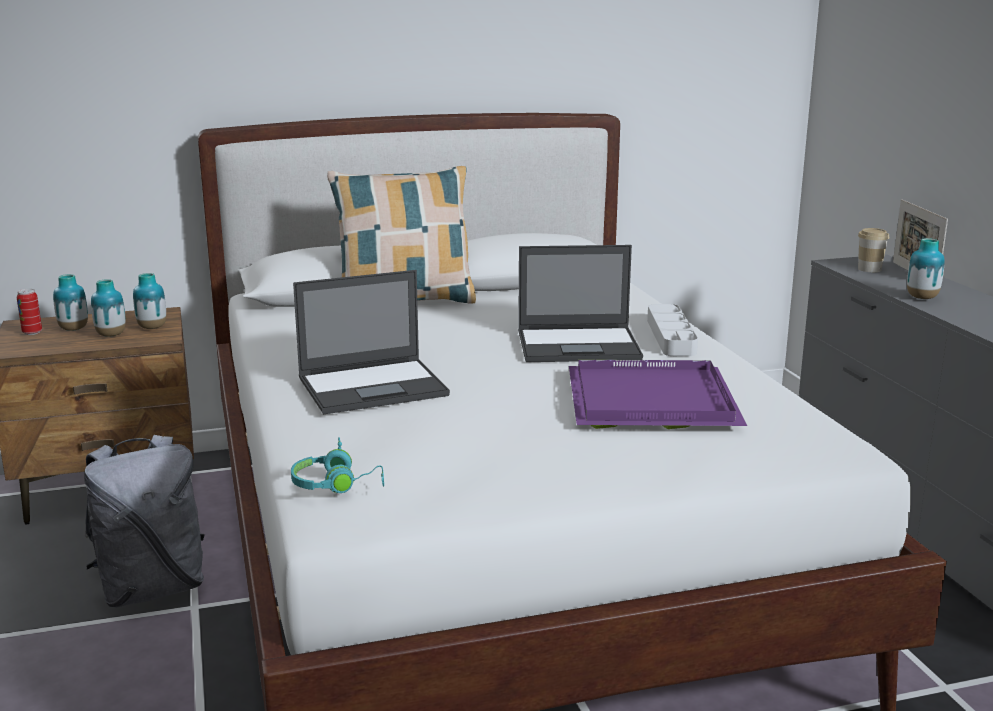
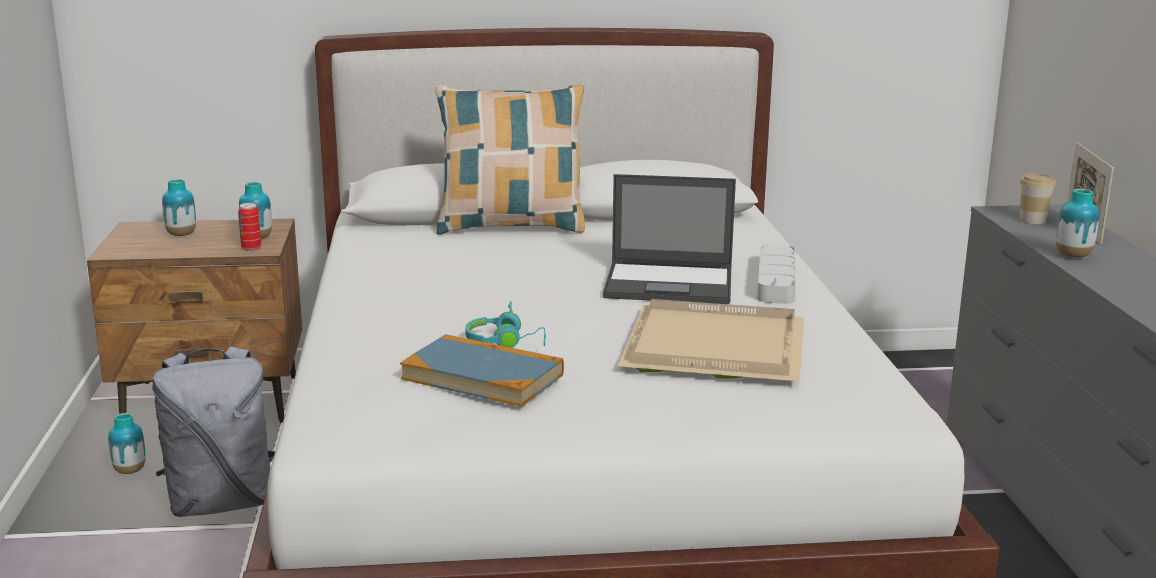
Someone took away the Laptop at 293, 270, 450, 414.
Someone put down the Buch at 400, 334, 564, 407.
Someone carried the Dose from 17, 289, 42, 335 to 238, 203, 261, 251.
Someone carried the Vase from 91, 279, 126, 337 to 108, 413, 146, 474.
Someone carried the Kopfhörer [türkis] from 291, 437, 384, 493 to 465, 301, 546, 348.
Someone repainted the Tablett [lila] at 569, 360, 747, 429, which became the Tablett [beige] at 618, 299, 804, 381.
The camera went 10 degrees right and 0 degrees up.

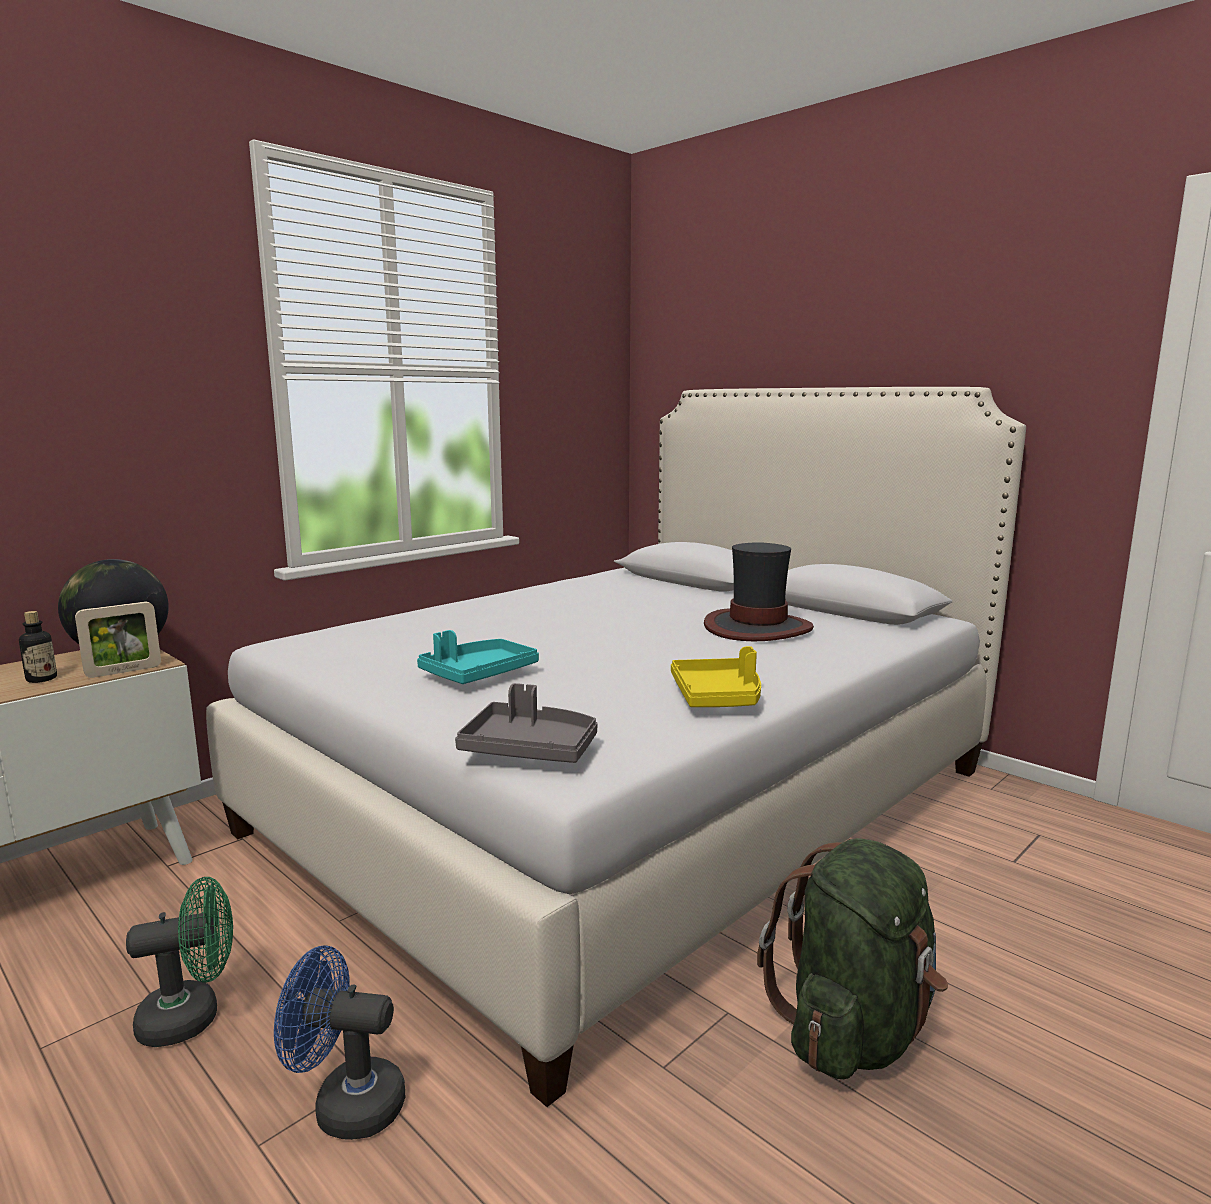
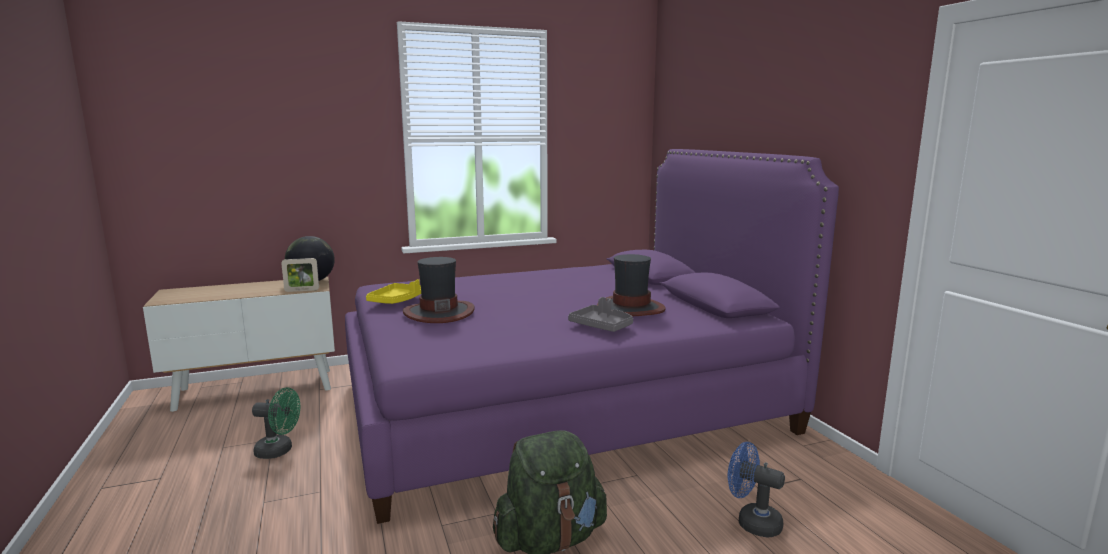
Someone took away the Flasche at 19, 611, 57, 683.
Someone carried the Ventilator [blau] from 274, 945, 405, 1140 to 728, 442, 785, 538.
Someone carried the Tablett [grau] from 455, 683, 598, 763 to 568, 297, 633, 332.
Someone carried the Tablett [gelb] from 671, 646, 761, 707 to 366, 279, 421, 304.
Someone swapped the Tablett [türkis] at 417, 630, 539, 684 for the Hut at 403, 257, 475, 323.
Someone repainted the Bett [weiß] at 206, 387, 1026, 1107, which became the Bett [lila] at 345, 149, 839, 524.
The camera went 25 degrees right and 0 degrees up.

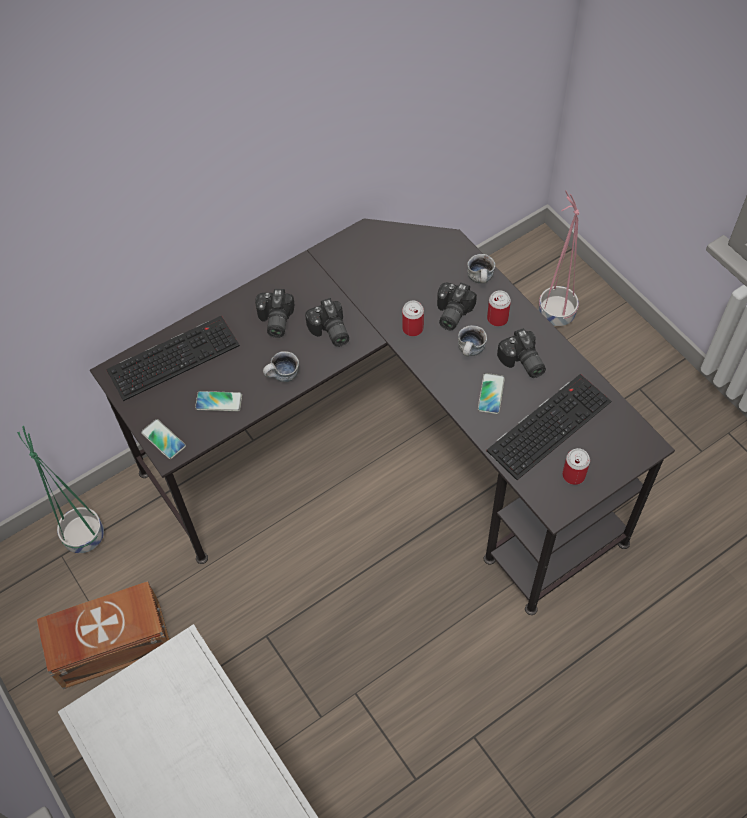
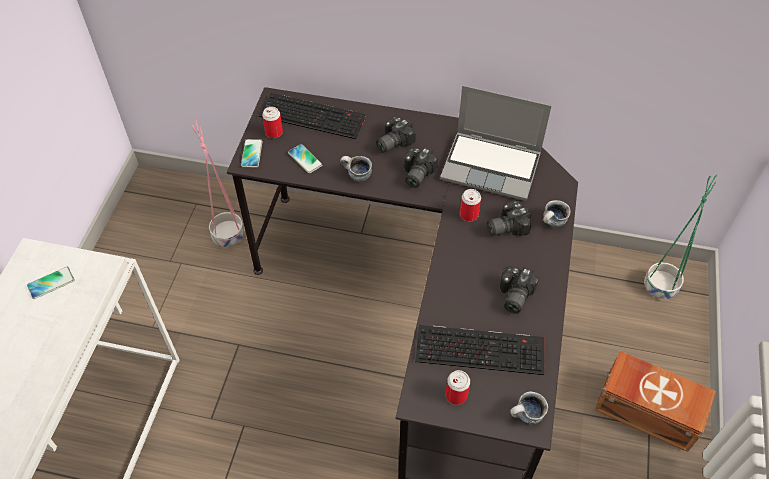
Someone put down the Laptop at 440, 85, 552, 201.
Someone carried the Pflanzkübel [grün] from 17, 426, 104, 553 to 644, 174, 717, 299.
Someone carried the Aufbewahrungsbox [braun] from 37, 581, 169, 689 to 595, 351, 716, 452.
Someone carried the Henkelbecher from 458, 325, 487, 356 to 510, 391, 548, 424.
Someone carried the Handy from 478, 373, 505, 414 to 27, 267, 74, 299.
Someone carried the Dose from 487, 290, 511, 326 to 262, 107, 283, 138.
Someone carried the Pflanzkübel [rosa] from 538, 190, 579, 326 to 192, 120, 244, 247.
The camera went 45 degrees right and 5 degrees down.

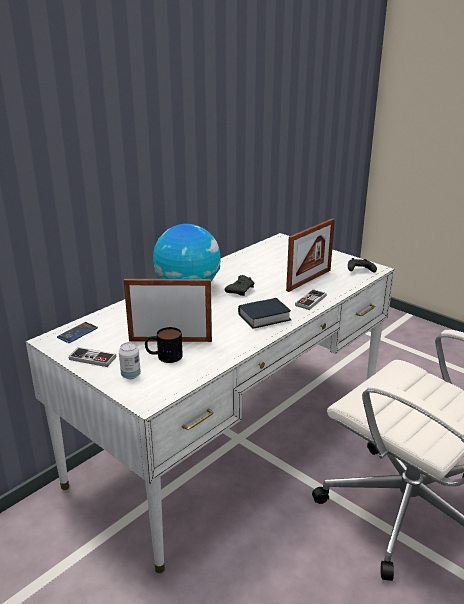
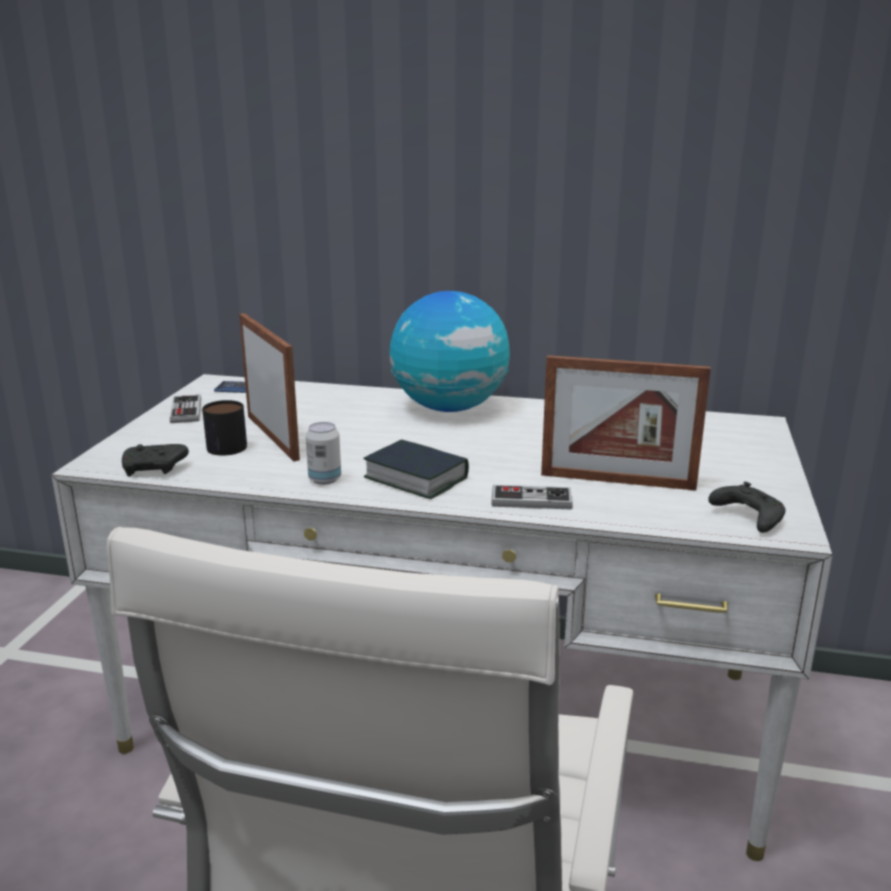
Someone carried the Dose from 119, 342, 141, 379 to 306, 422, 341, 485.
Someone carried the Gamepad [schwarz] from 225, 275, 254, 296 to 122, 444, 189, 476.
The camera went 60 degrees right and 5 degrees down.

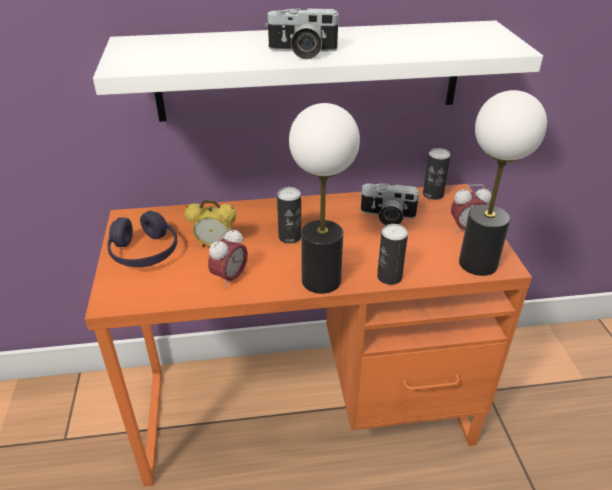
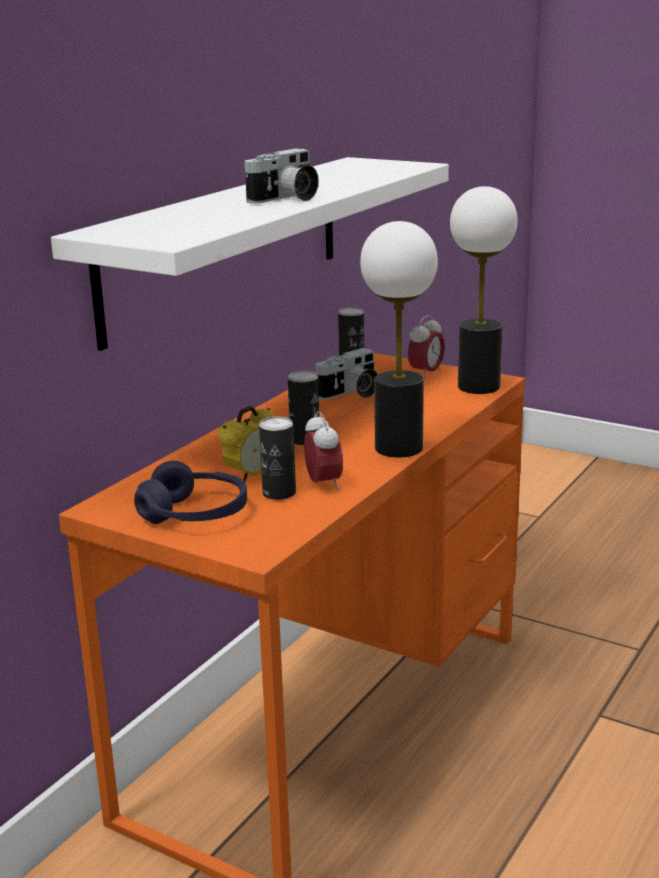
Someone carried the Dose from 377, 224, 408, 285 to 259, 416, 296, 500.
The camera went 50 degrees left and 15 degrees down.

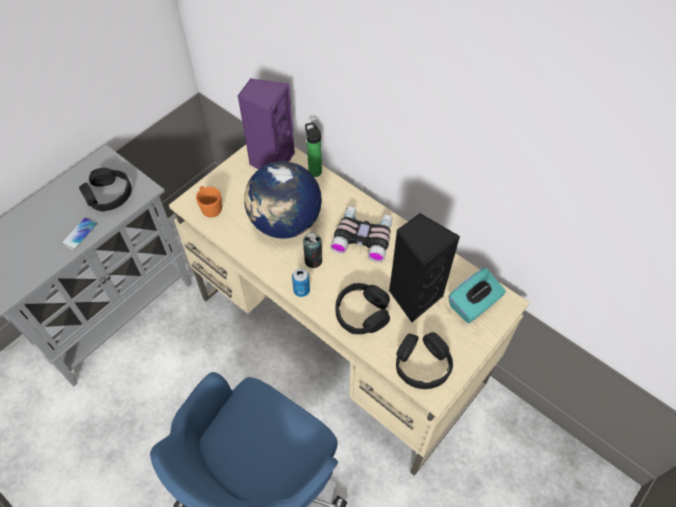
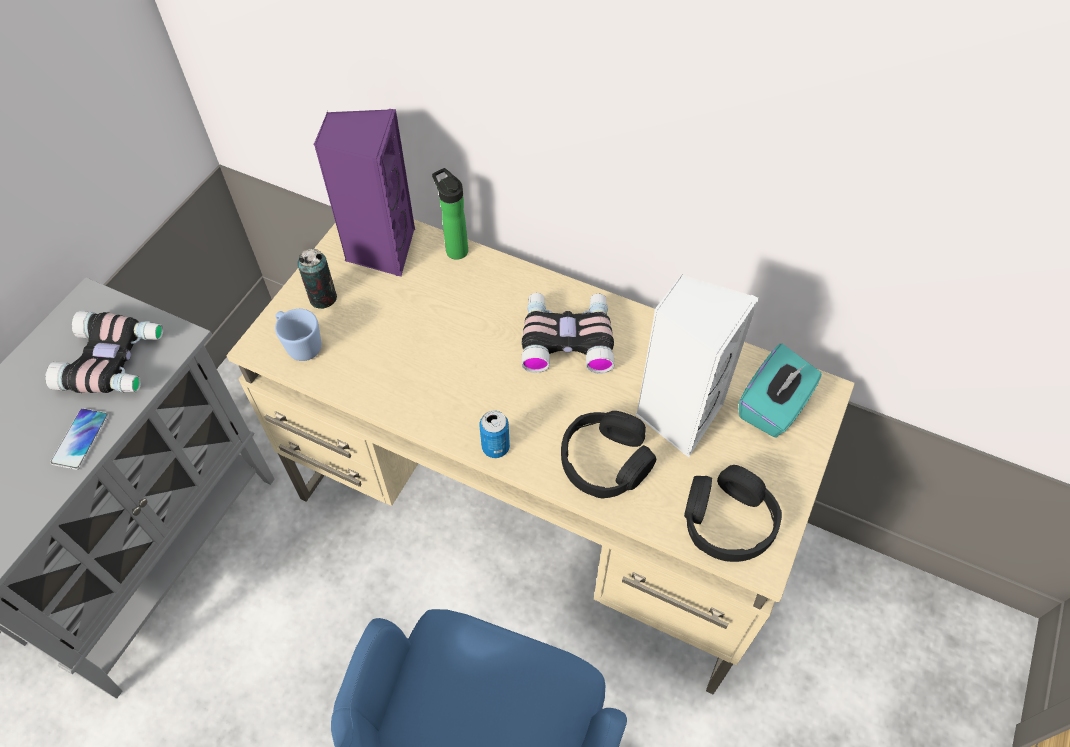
Someone took away the Globus at 244, 161, 322, 239.
Someone carried the Dose from 303, 232, 322, 268 to 297, 249, 337, 309.
Someone swapped the Kopfhörer [schwarz] at 79, 168, 132, 211 for the Fernglas at 45, 310, 163, 393.
Someone repainted the Henkelbecher [orange] at 196, 186, 222, 217, which became the Henkelbecher [blau] at 275, 309, 321, 361.
Someone repainted the Lautsprecher [schwarz] at 389, 213, 460, 322, which became the Lautsprecher [weiß] at 635, 274, 759, 457.
The camera went 15 degrees left and 0 degrees up.

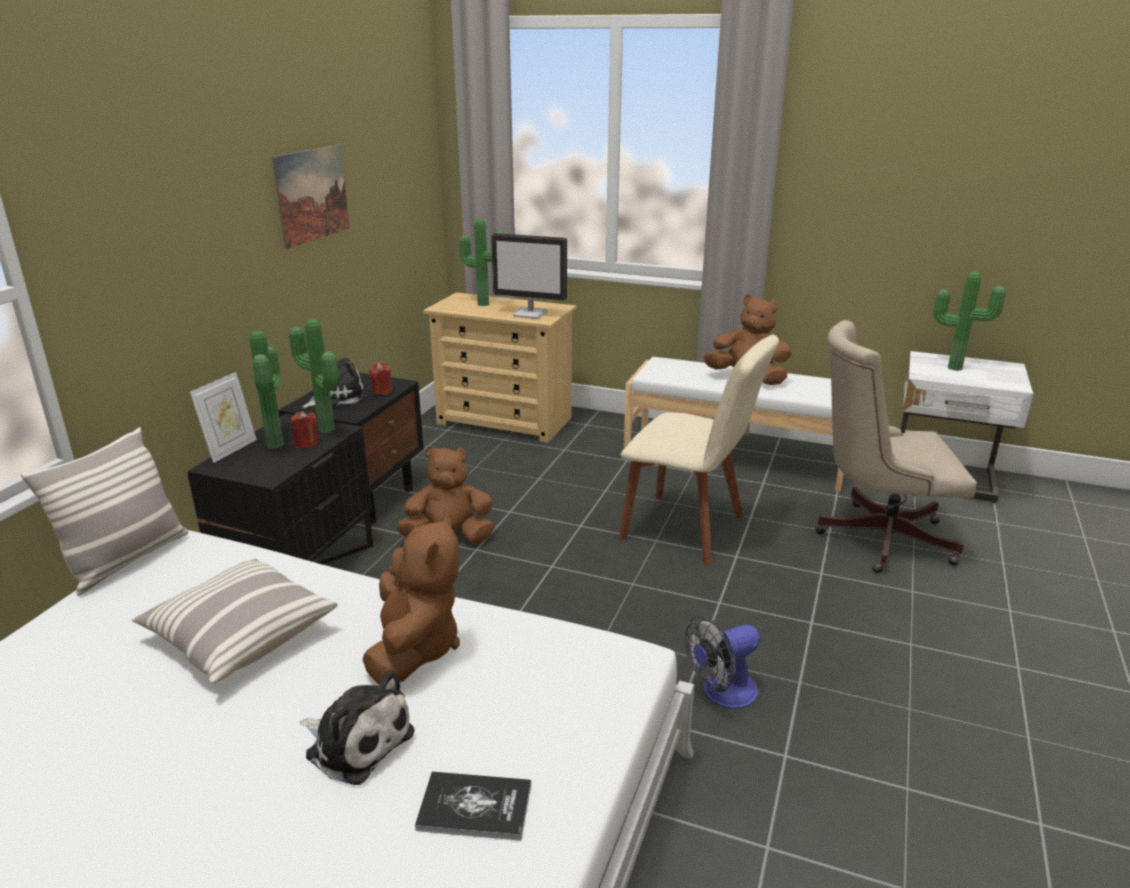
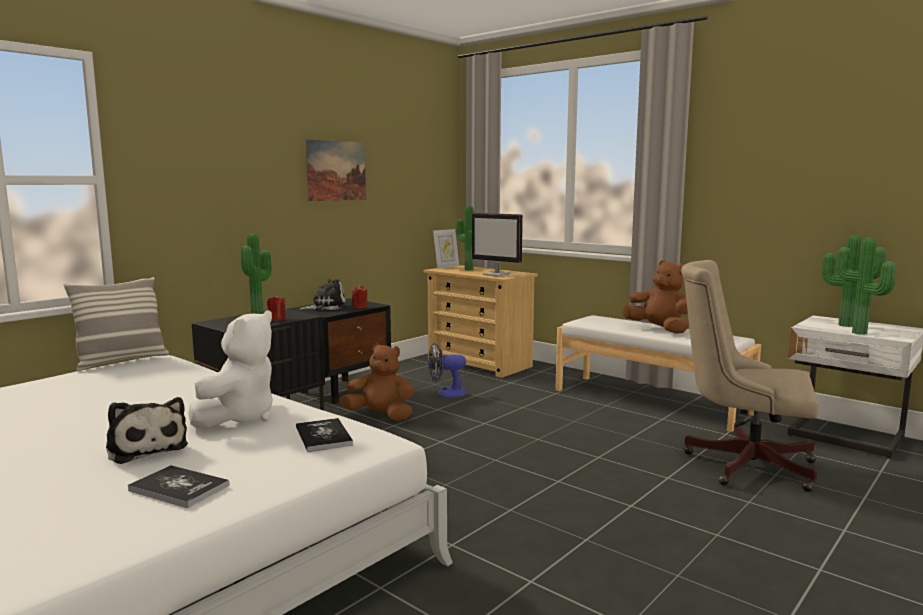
Someone took away the Kissen at 132, 558, 337, 684.
Someone took away the Stuhl [beige] at 619, 335, 779, 565.
Someone put down the Buch at 296, 418, 353, 452.
Someone carried the Bilderrahmen from 190, 372, 257, 463 to 433, 229, 459, 269.
Someone carried the Topfpflanze from 289, 319, 339, 433 to 836, 237, 896, 335.
Someone carried the Ventilator from 685, 616, 760, 709 to 429, 343, 467, 398.
Someone repainted the Plüschtier [braun] at 363, 514, 460, 684, which became the Plüschtier [weiß] at 188, 311, 273, 429.
The camera went 20 degrees right and 15 degrees down.

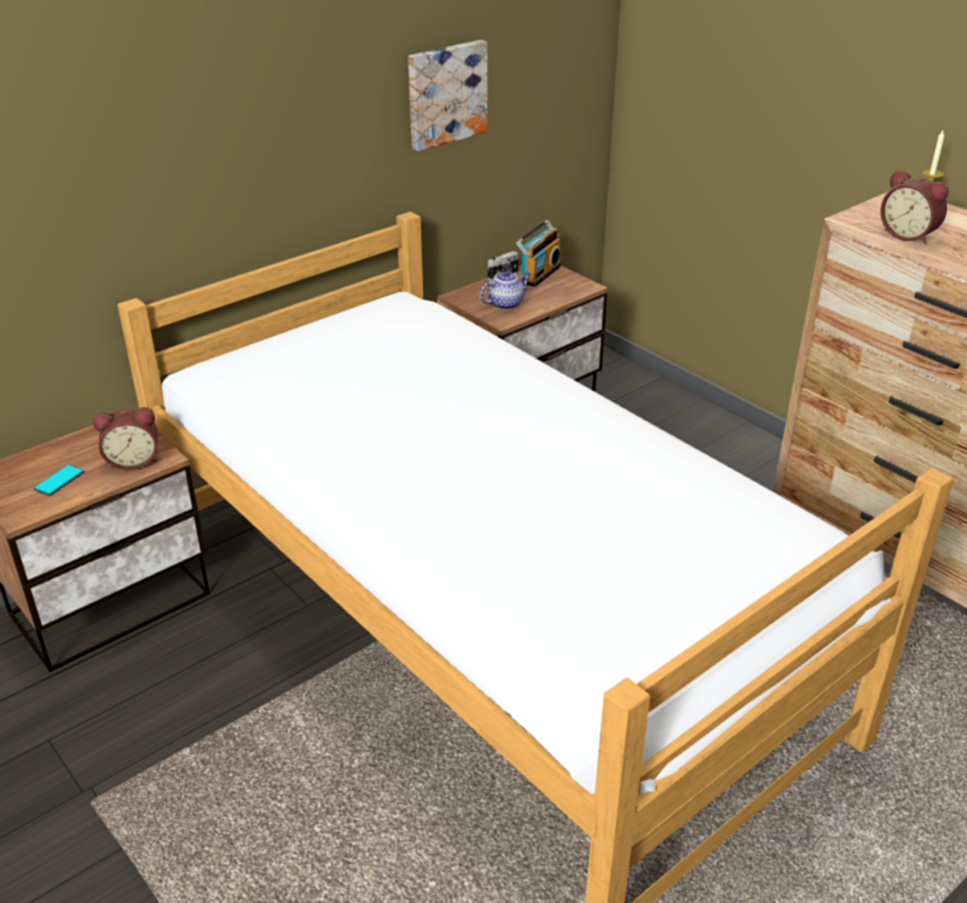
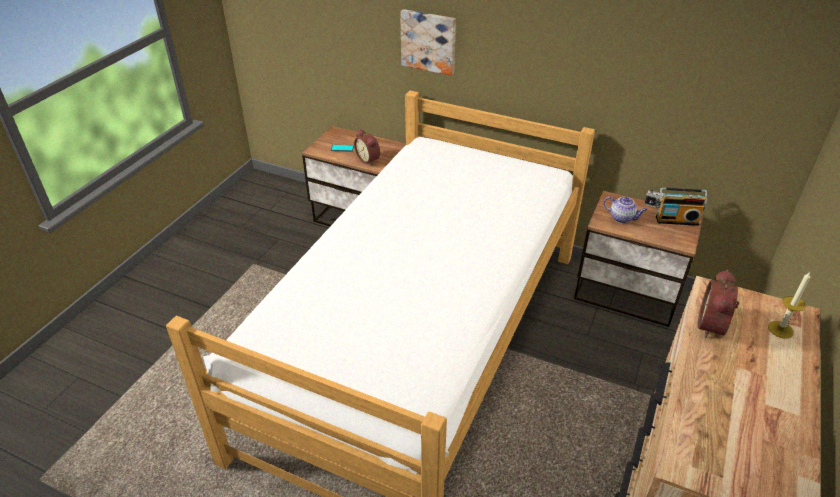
Someone carried the Bild from 408, 40, 487, 151 to 400, 9, 456, 76.
The camera went 65 degrees right and 5 degrees up.

